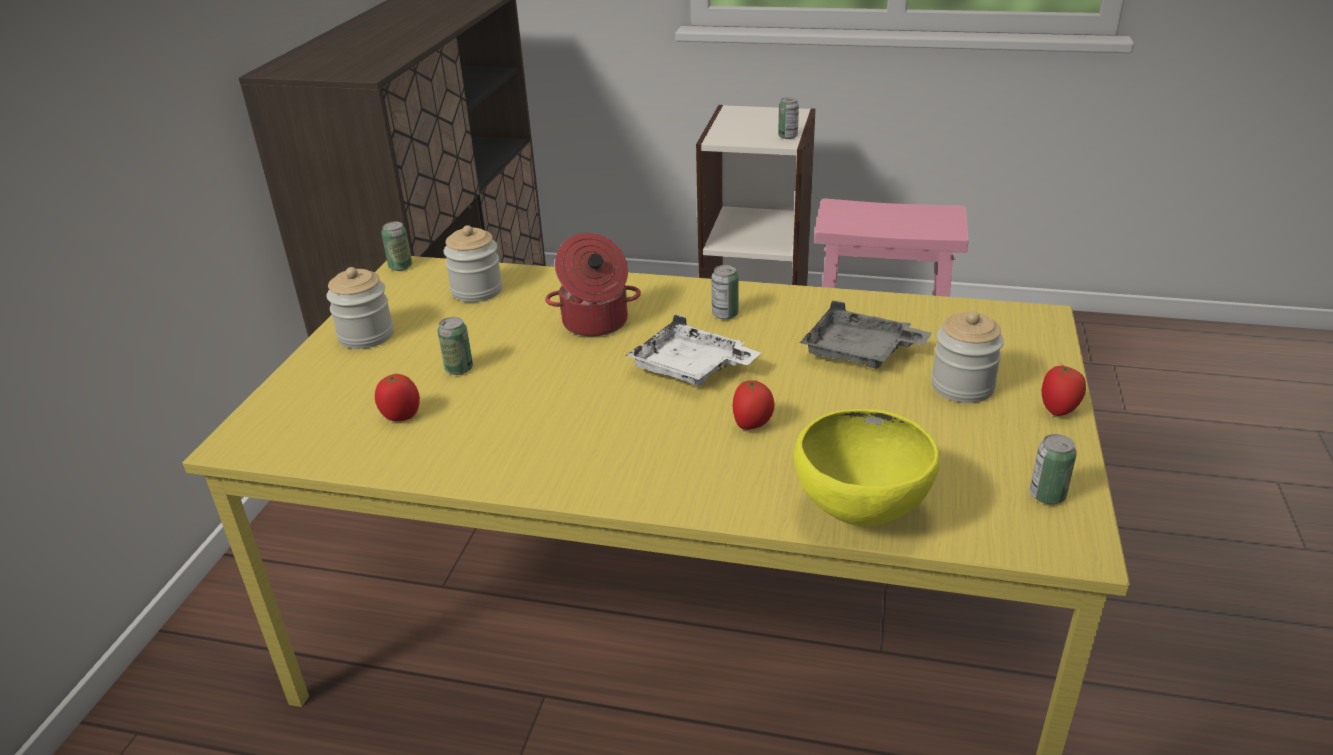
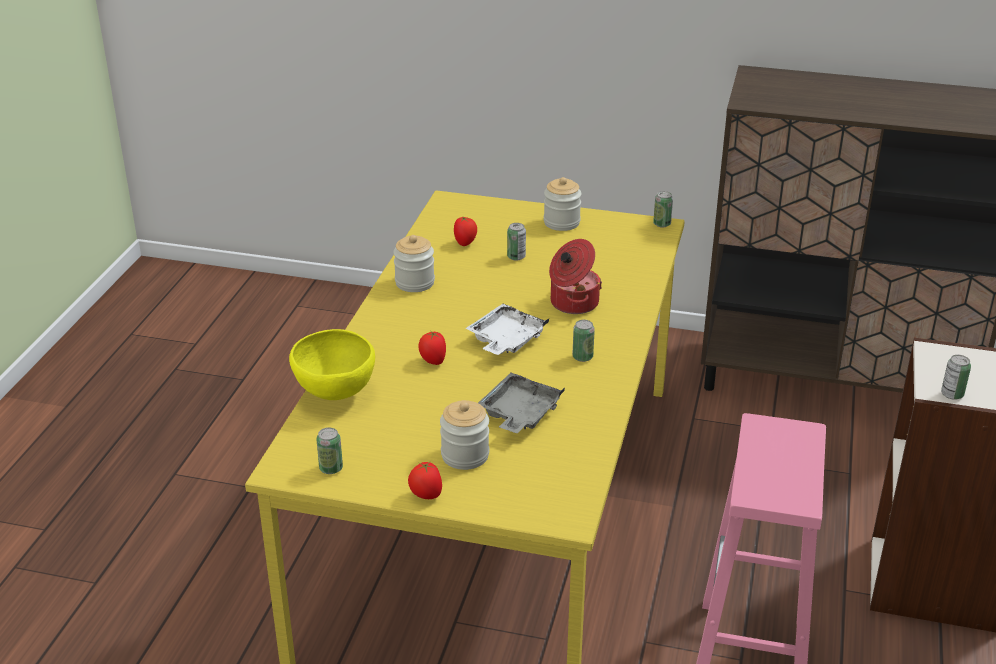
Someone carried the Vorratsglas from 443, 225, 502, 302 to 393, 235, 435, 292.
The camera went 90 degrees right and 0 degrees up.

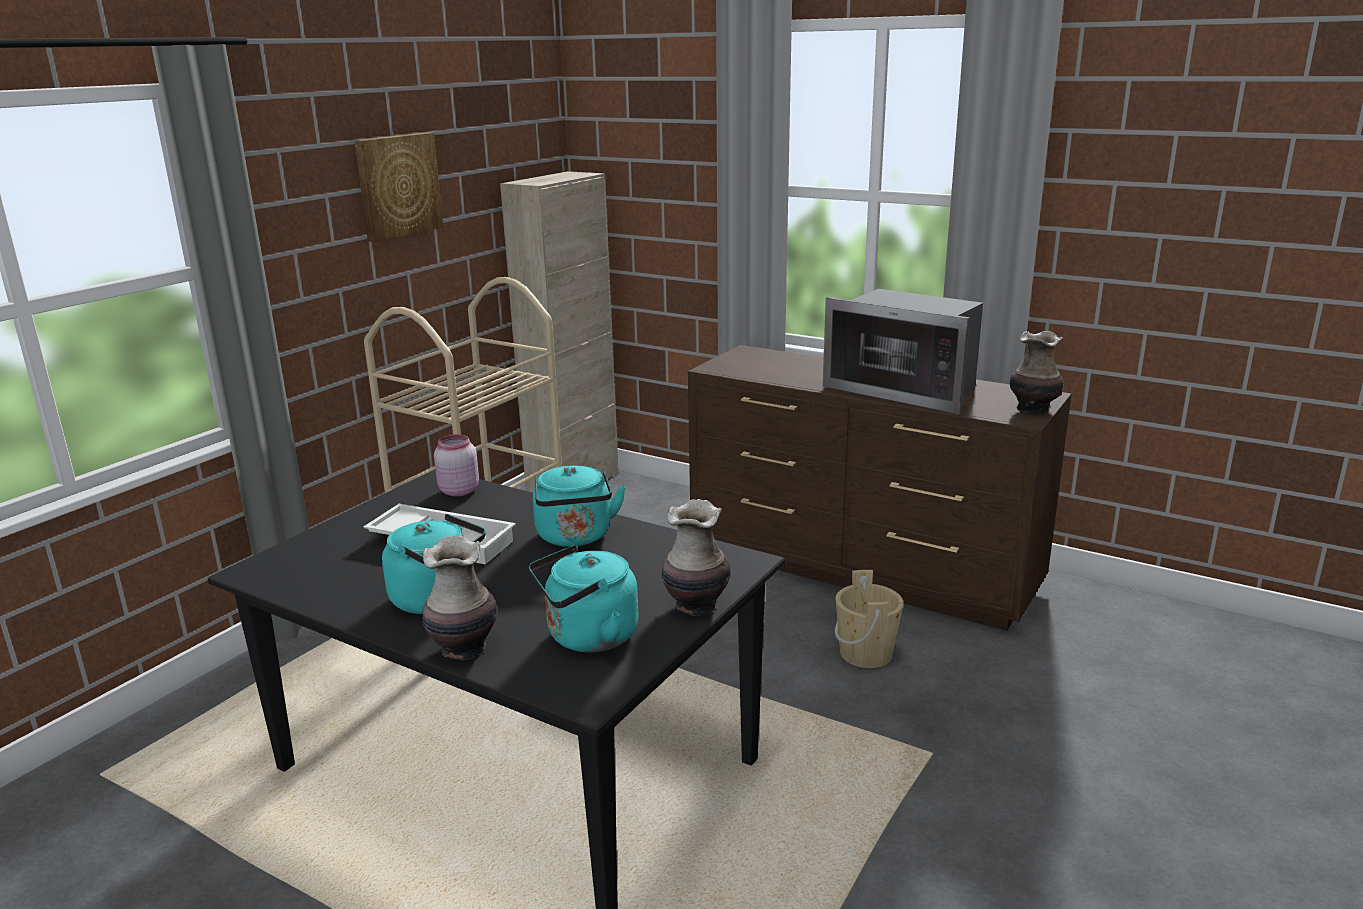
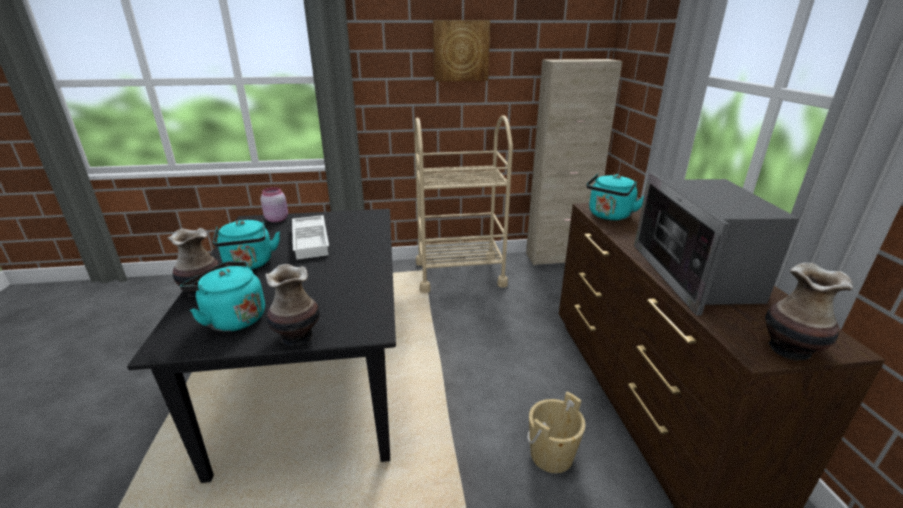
Someone carried the Vorratsglas [rosa] from 434, 434, 479, 497 to 260, 187, 288, 222.
Someone carried the Wasserkessel [türkis] from 533, 465, 626, 547 to 586, 174, 644, 221.
The camera went 50 degrees right and 5 degrees up.

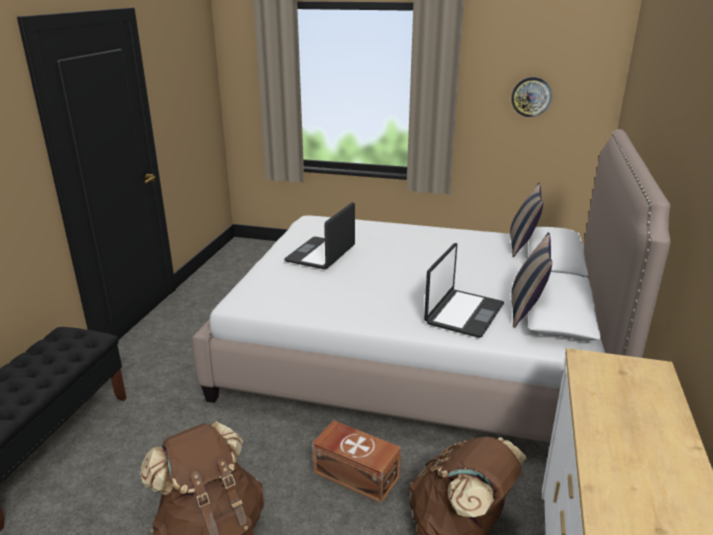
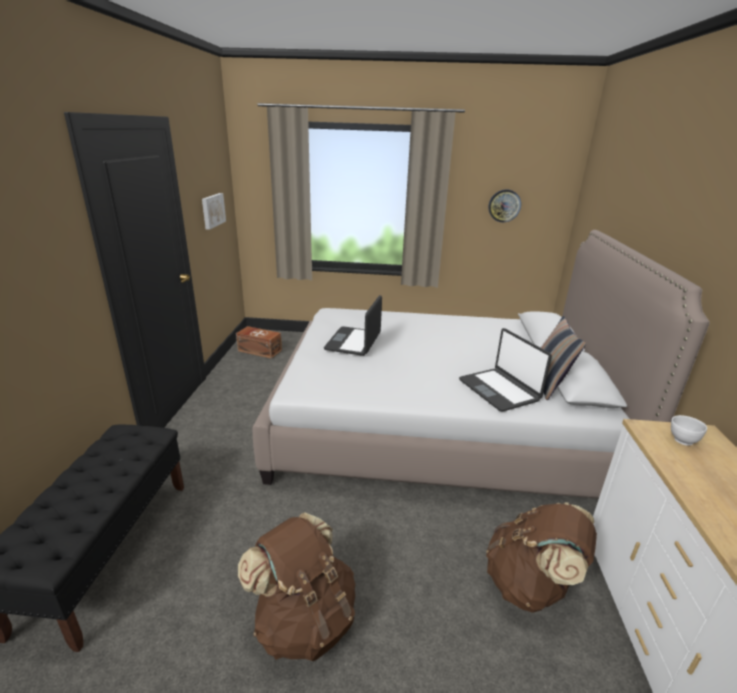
Someone took away the Kissen at 510, 183, 543, 257.
Someone put up the Bild at 202, 193, 226, 230.
Someone put down the Schüssel [weiß] at 671, 415, 707, 446.
Someone carried the Aufbewahrungsbox [braun] from 312, 420, 401, 504 to 236, 326, 282, 359.
Someone rotated the Laptop at 424, 243, 504, 338 by 135 degrees clockwise.
The camera went 10 degrees left and 0 degrees up.

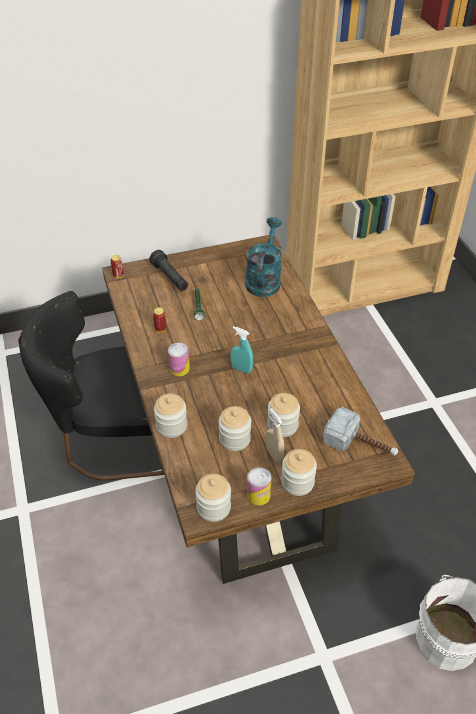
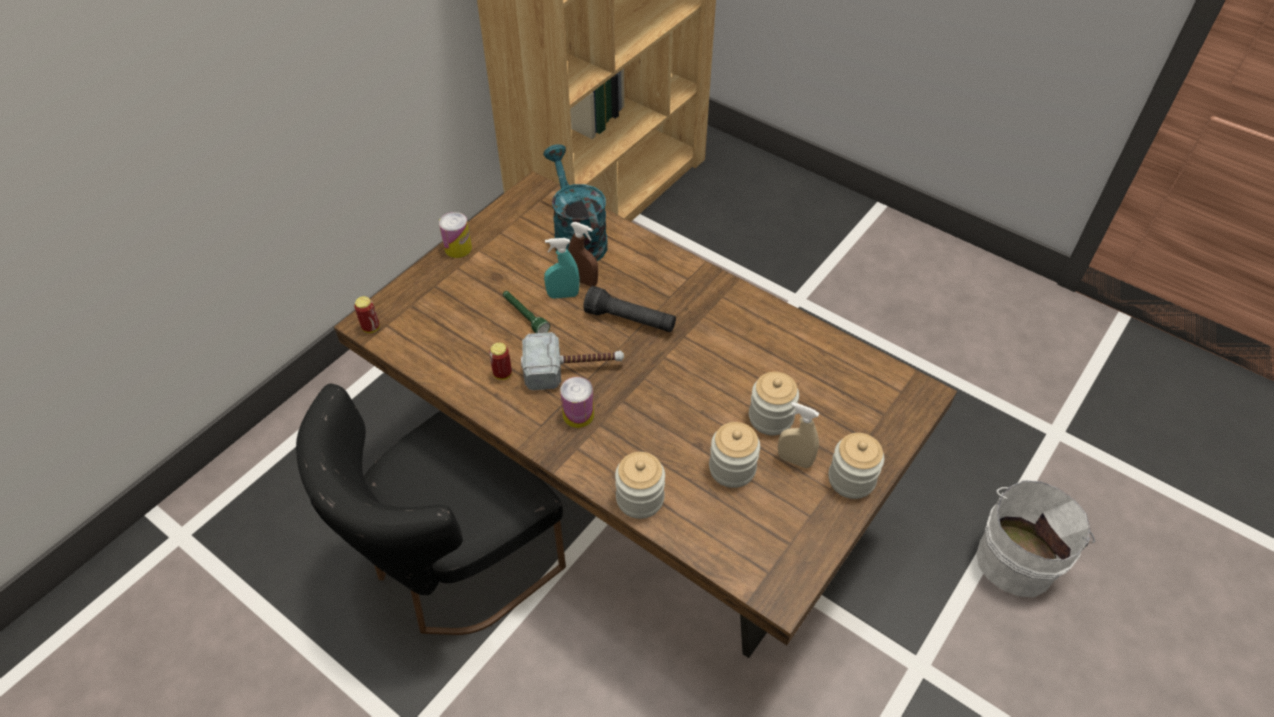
Someone took away the Vorratsglas at 195, 474, 231, 522.
Someone put down the Sprühflasche [braun] at 568, 222, 598, 286.
Someone carried the Taschenlampe [schwarz] from 149, 250, 188, 291 to 583, 286, 676, 332.
Someone carried the Sprühflasche [türkis] from 231, 326, 253, 374 to 544, 238, 579, 299.
Someone carried the Dose from 247, 467, 271, 506 to 439, 212, 472, 258.
Someone carried the Hammer from 323, 407, 398, 456 to 521, 332, 624, 390.
The camera went 35 degrees left and 5 degrees up.

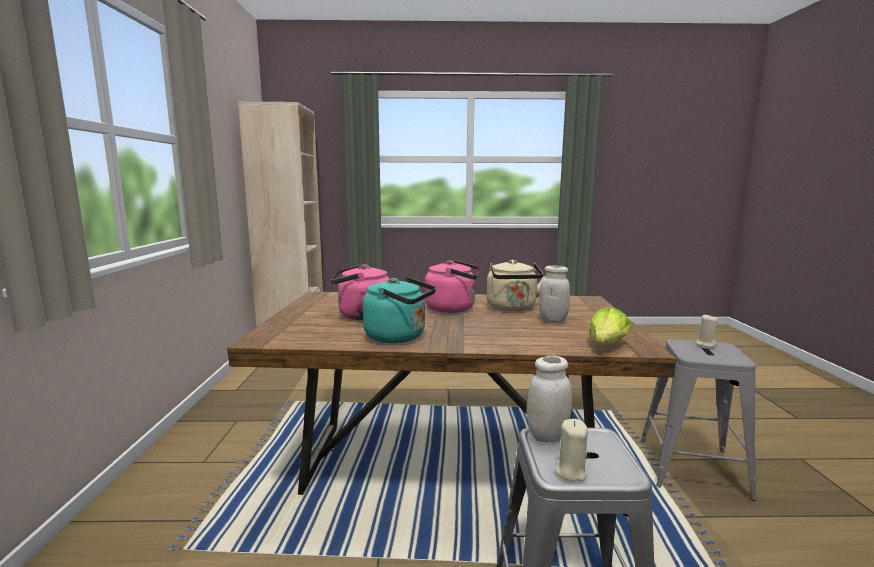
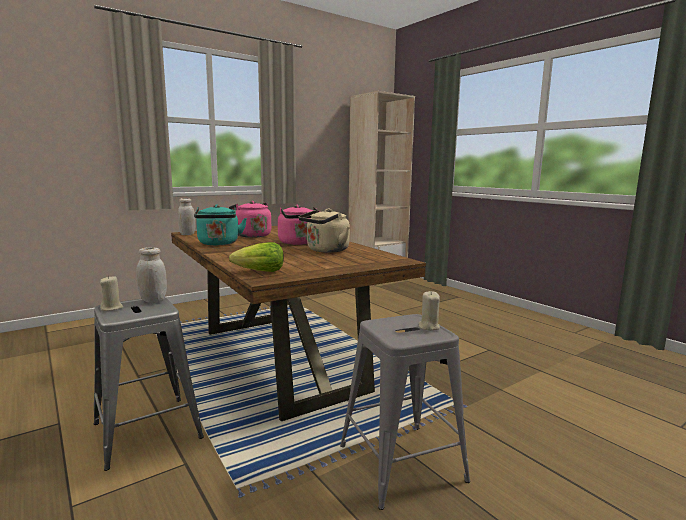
Someone carried the Vorratsglas [weiß] from 539, 265, 570, 323 to 178, 198, 196, 235.
The camera went 55 degrees right and 0 degrees up.

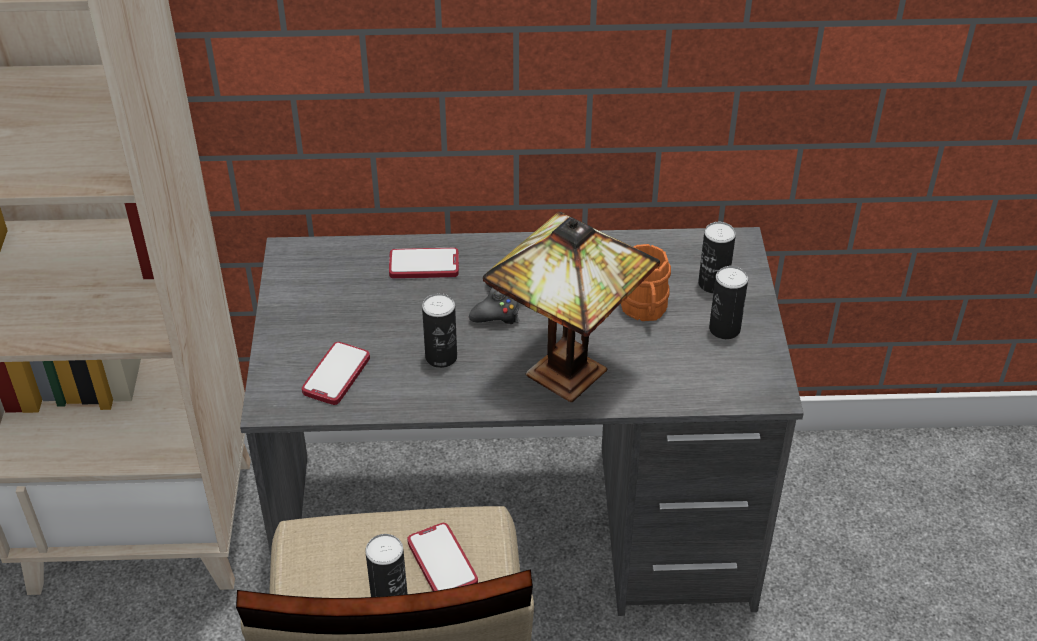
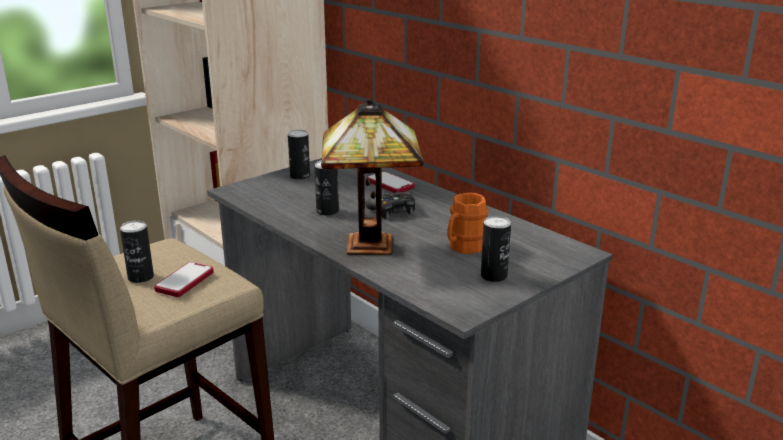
Someone took away the Handy at 302, 342, 370, 405.
Someone carried the Dose from 698, 222, 736, 294 to 288, 130, 310, 180.
The camera went 50 degrees right and 20 degrees down.

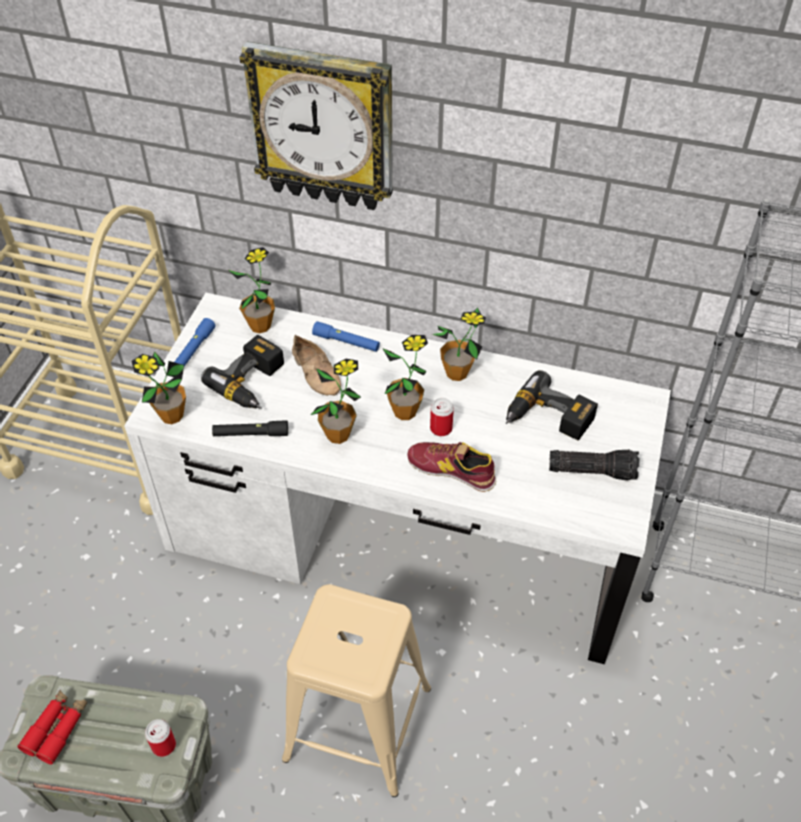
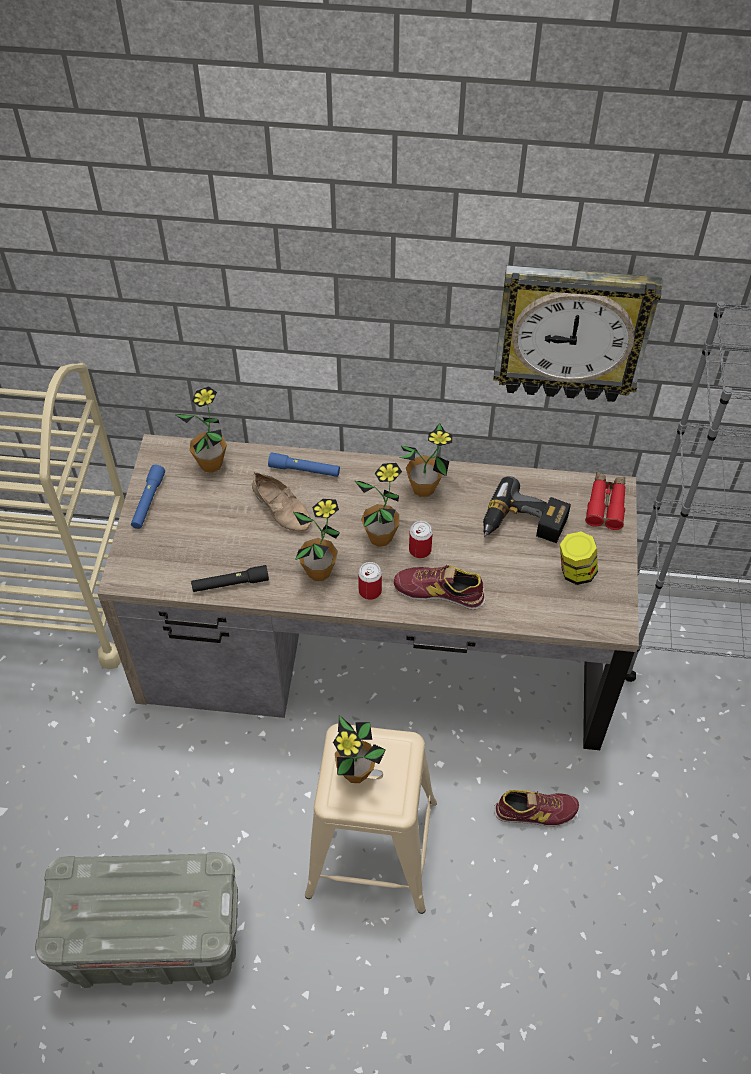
Someone took away the Bohrmaschine at 201, 335, 284, 409.
Someone put down the Schuh at 494, 790, 579, 827.
Someone carried the Fernglas [rot] from 17, 689, 87, 764 to 585, 472, 625, 530.
Someone carried the Topfpflanze from 131, 351, 186, 424 to 333, 715, 386, 783.
Someone carried the Dose from 145, 719, 176, 757 to 358, 562, 382, 600.
Someone carried the Wanduhr from 239, 41, 393, 210 to 493, 265, 662, 402.
Someone swapped the Taschenlampe at 549, 450, 639, 481 for the Vorratsglas at 560, 531, 598, 585.
Someone repainted the Schreibtisch [weiß] at 124, 293, 671, 664, which became the Schreibtisch [braun] at 97, 434, 639, 750.
The camera went 10 degrees left and 5 degrees up.

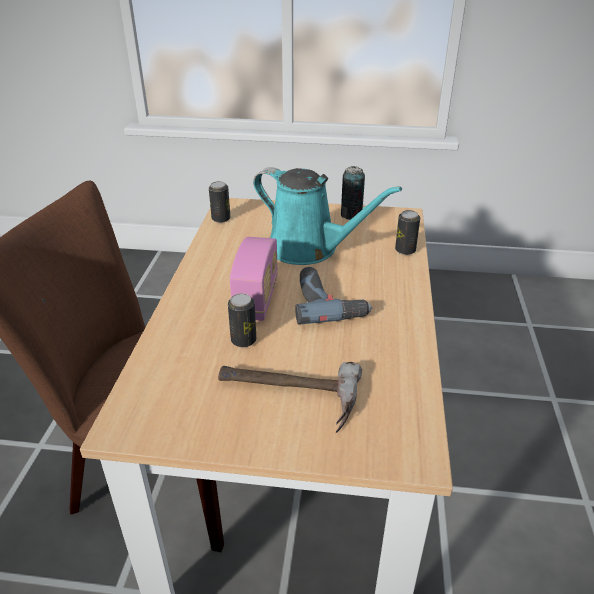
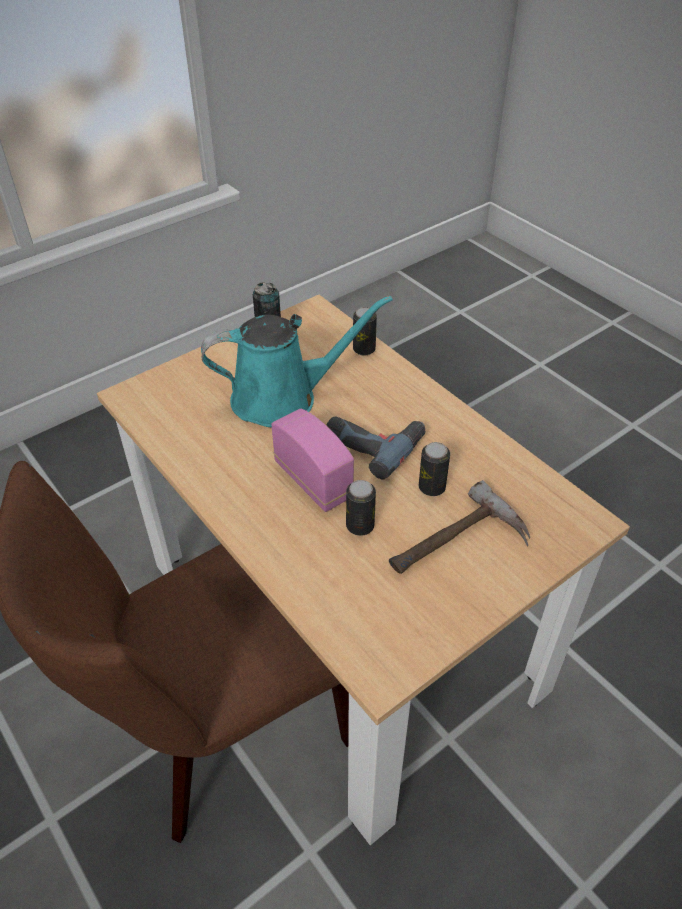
Someone carried the Dose from 209, 181, 230, 223 to 419, 442, 450, 496.
The camera went 45 degrees left and 10 degrees up.

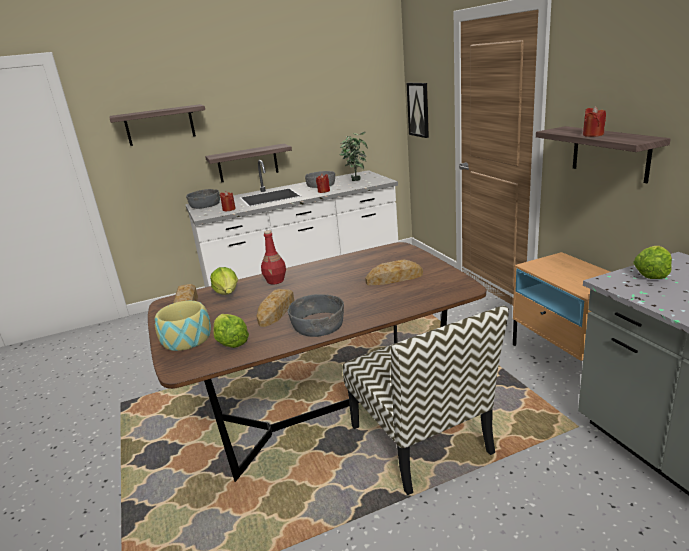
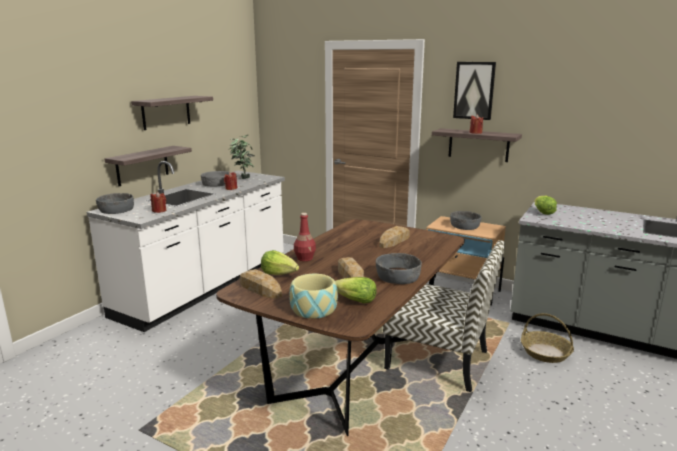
Someone put down the Schüssel [grau] at 450, 211, 481, 230.
Someone put down the Korb at 521, 313, 574, 363.
Someone carried the Wandregal from 110, 104, 205, 146 to 131, 96, 213, 130.
Someone carried the Bild from 407, 83, 429, 138 to 453, 62, 496, 120.
The camera went 40 degrees left and 5 degrees down.

